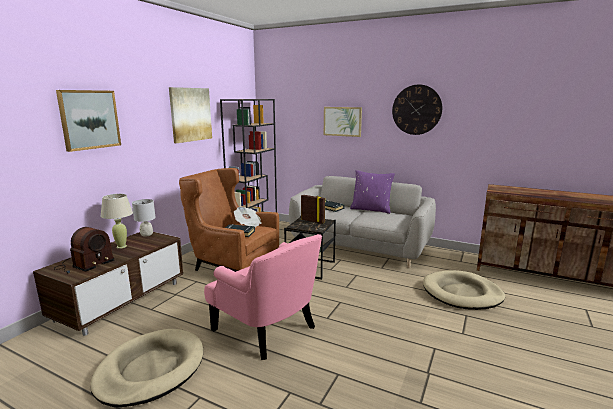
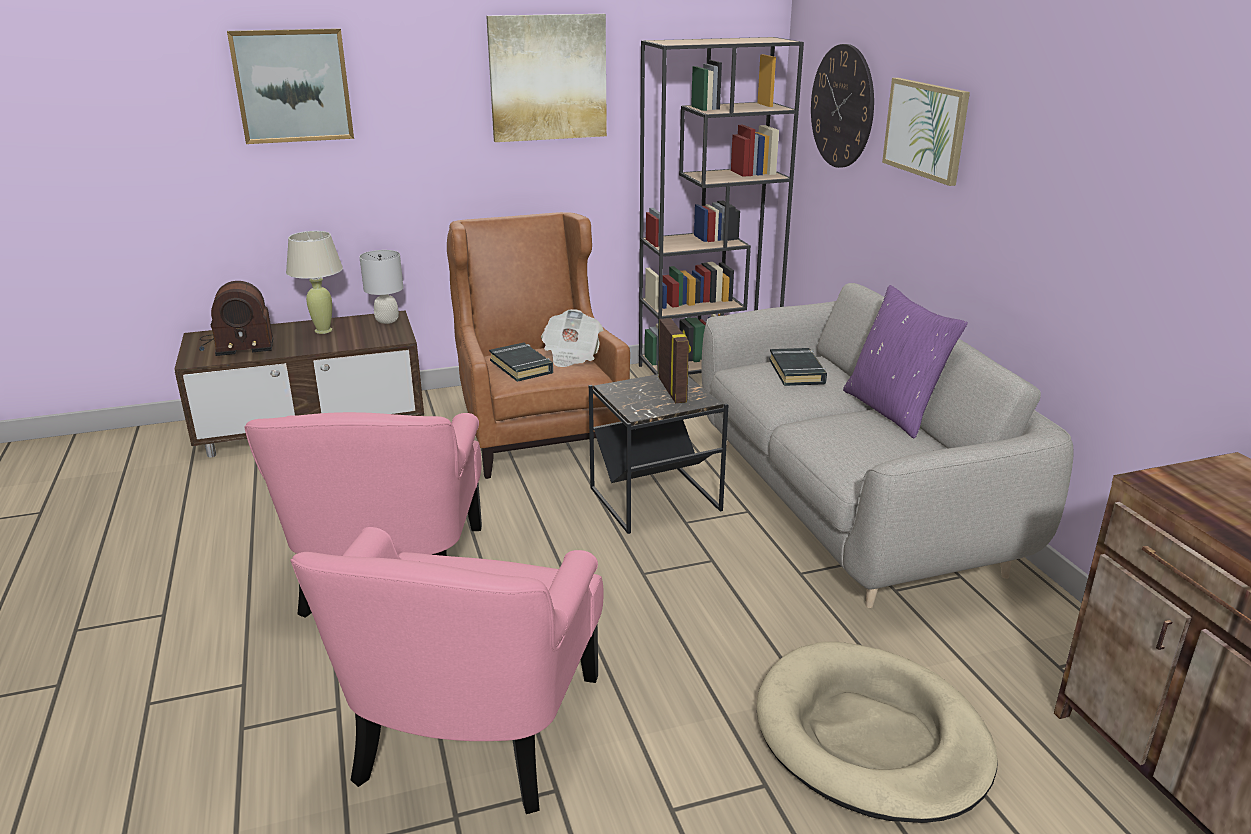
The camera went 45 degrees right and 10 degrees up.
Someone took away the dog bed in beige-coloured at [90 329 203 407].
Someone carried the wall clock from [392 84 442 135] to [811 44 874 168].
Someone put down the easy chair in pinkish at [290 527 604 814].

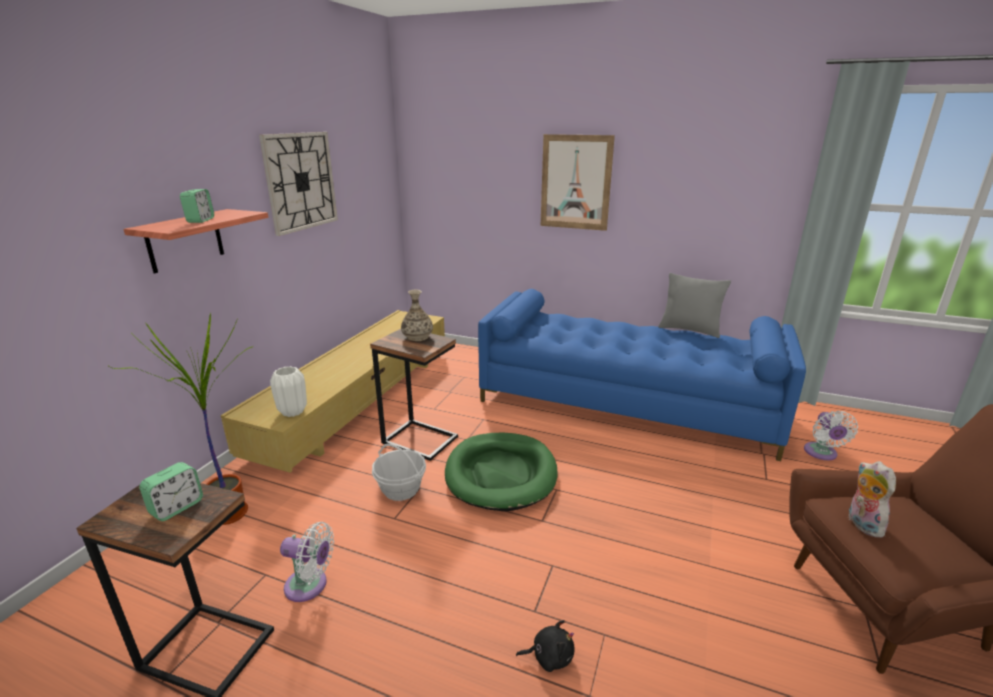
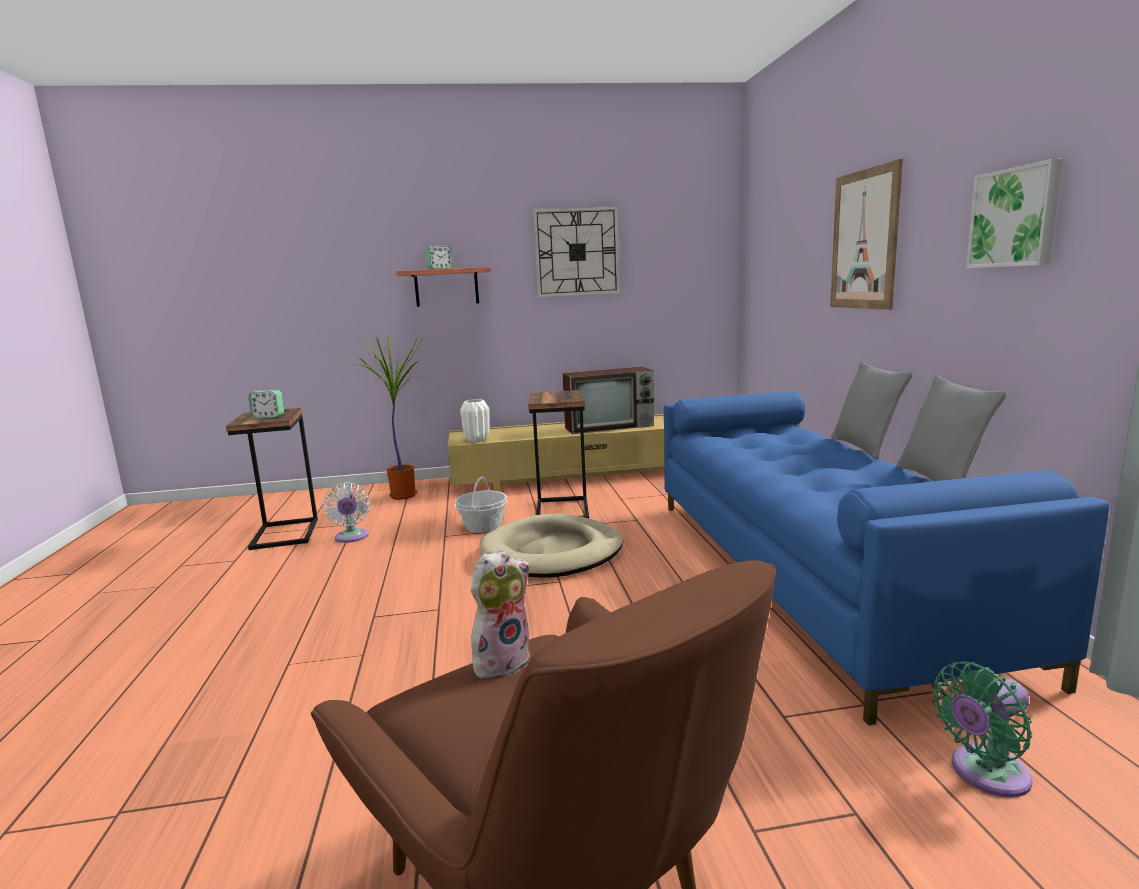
The camera went 60 degrees right and 10 degrees down.
Someone took away the flower vase at [401 290 433 341].
Someone repainted the dog bed in green-coloured at [445 433 558 511], which became the dog bed in beige-coloured at [479 513 623 577].
Someone took away the soft toy in black-coloured at [516 620 575 672].
Someone repainted the cooling fan in whitish at [804 411 858 460], which became the cooling fan in green-coloured at [932 662 1033 798].
Someone put down the television at [562 367 654 434].
Someone put down the throw pillow in gray at [831 362 913 460].
Someone put up the picture at [966 159 1063 268].

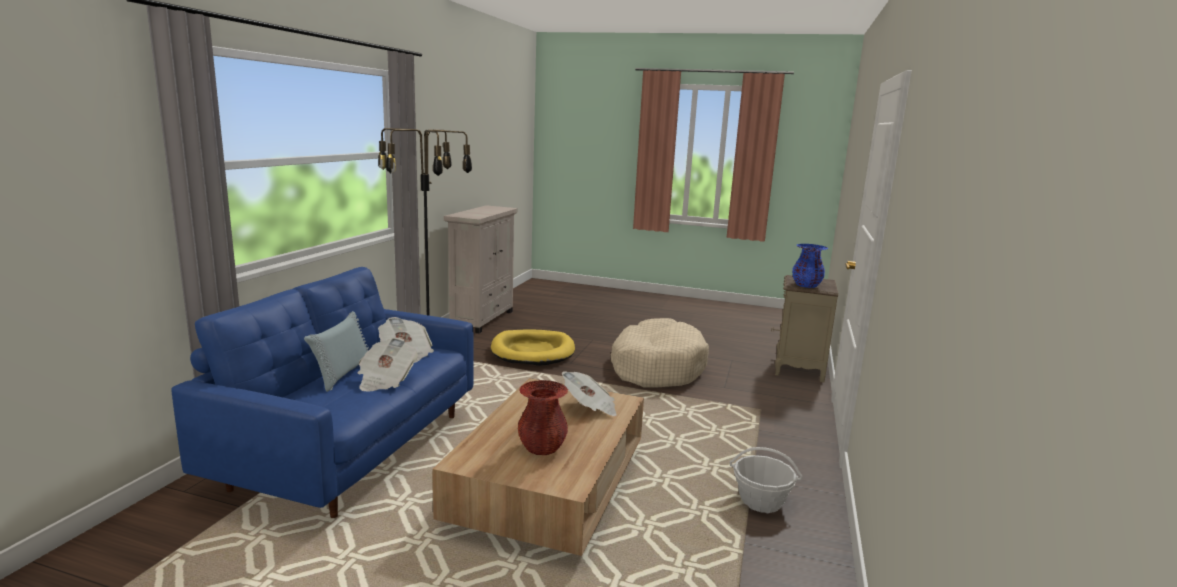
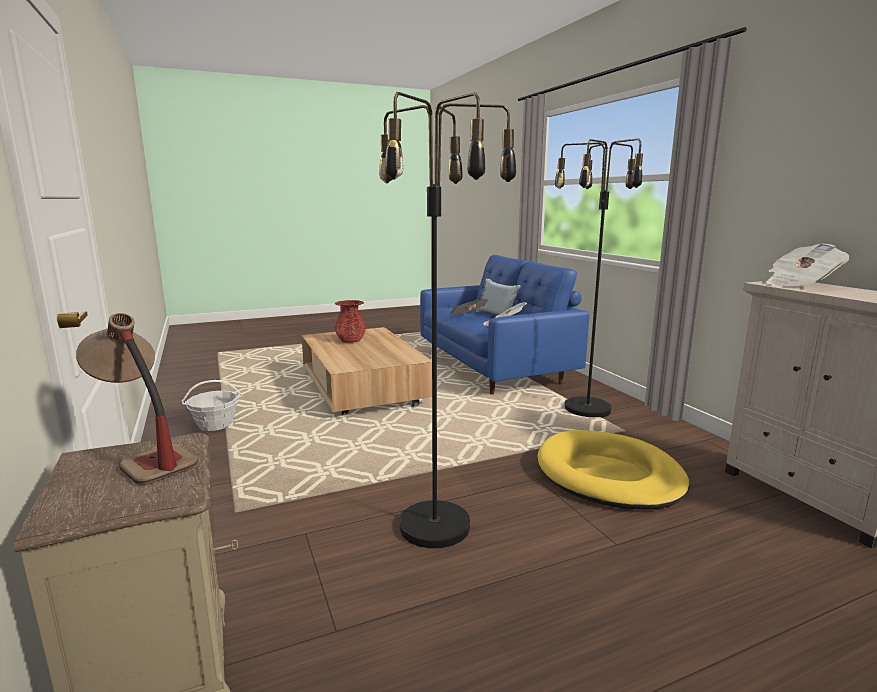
The camera went 140 degrees right and 0 degrees up.
Someone carried the daily paper from [562 371 617 416] to [766 244 849 286].
Someone swapped the dog bed in beige-coloured at [611 318 709 388] for the standing lamp at [379 92 516 548].
Someone swapped the flower vase in blue at [792 244 828 288] for the table lamp at [76 313 198 485].

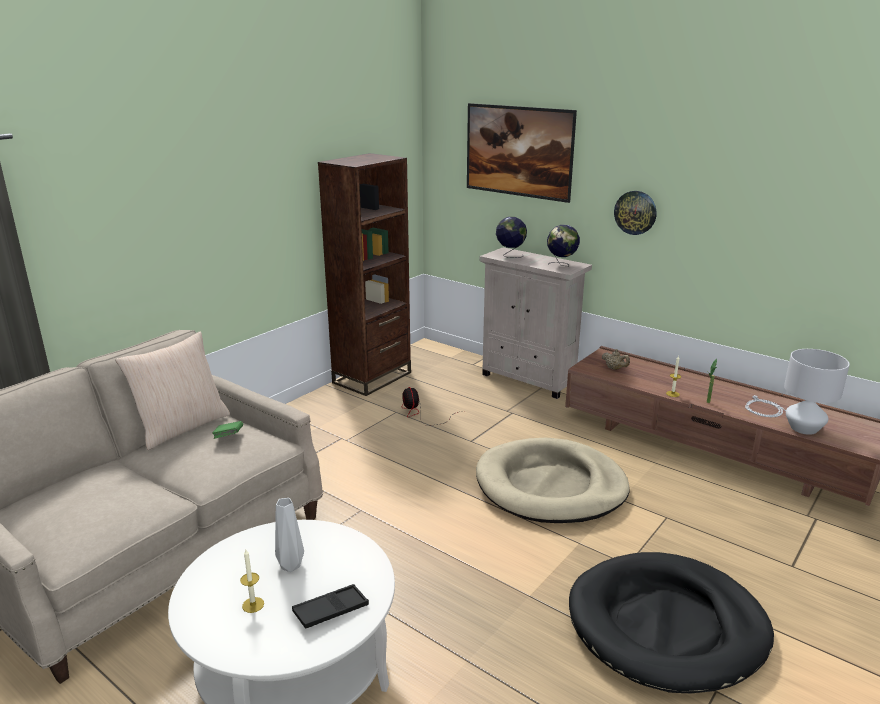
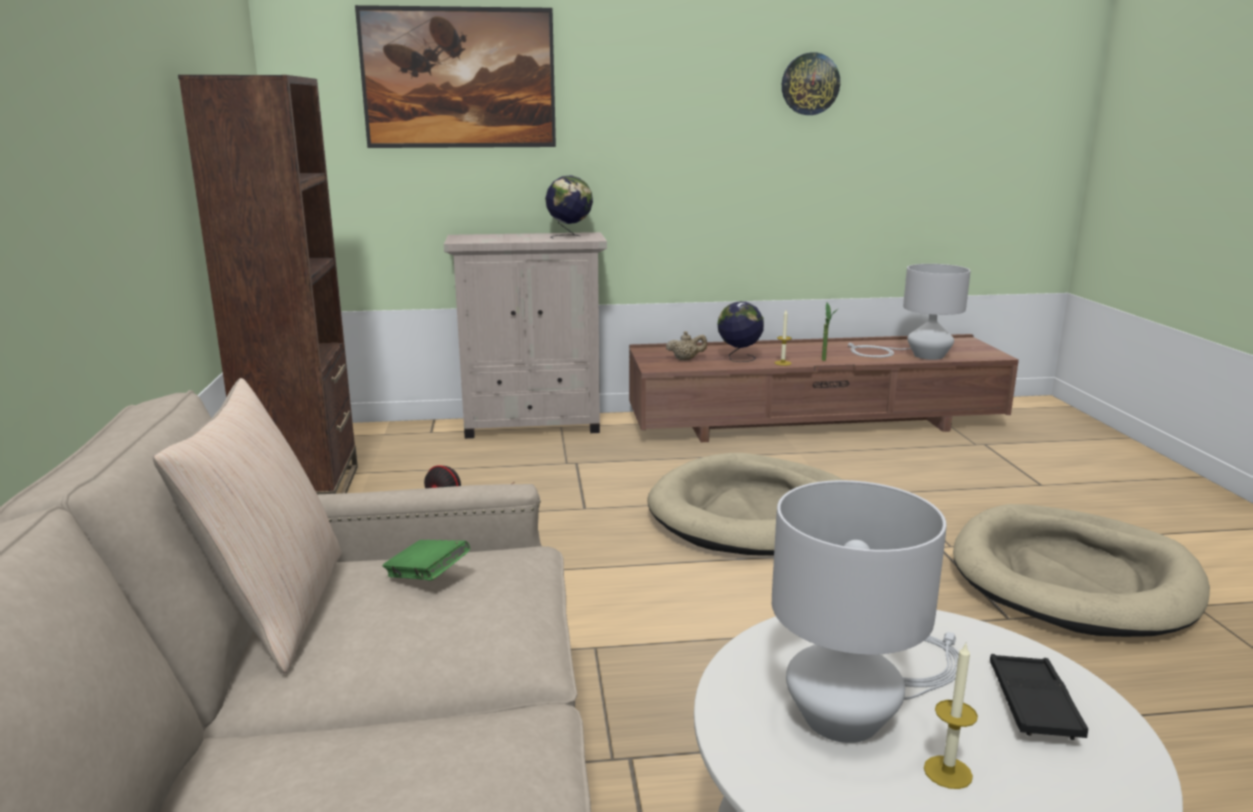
The camera went 45 degrees left and 5 degrees down.
Someone swapped the flower vase in gray at [275 498 304 572] for the table lamp in whitish at [772 480 959 743].
Someone carried the globe from [496 217 527 258] to [718 301 764 362].
Someone repainted the dog bed in black-coloured at [569 552 774 693], which became the dog bed in beige-coloured at [953 504 1210 637].
Someone carried the wall clock from [614 191 657 235] to [782 52 840 115].

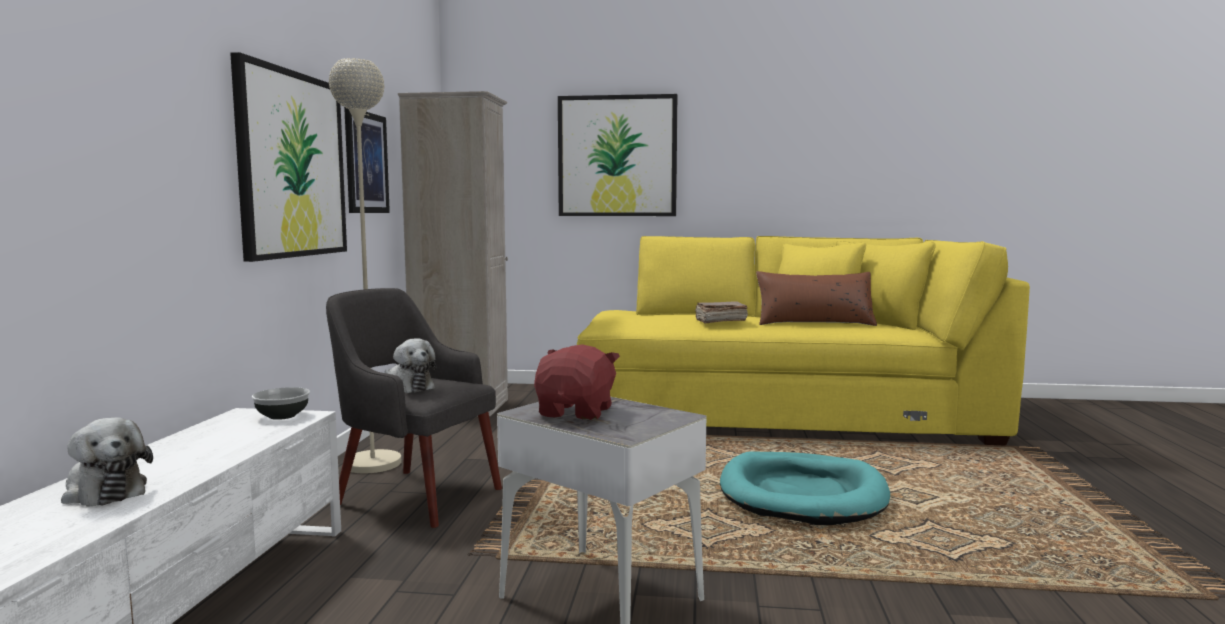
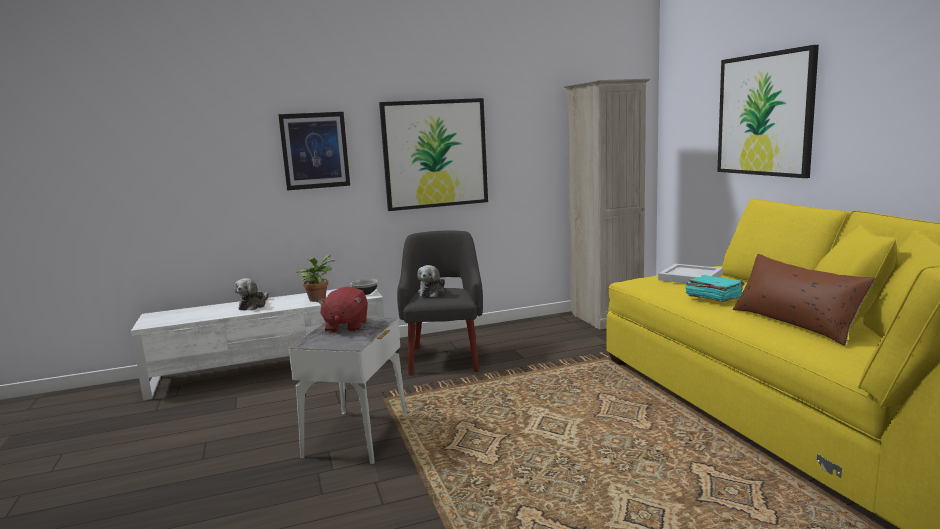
The camera went 65 degrees right and 5 degrees up.
Someone took away the standing lamp in beige-coloured at [329 58 401 473].
Someone carried the picture from [344 107 390 213] to [278 112 350 190].
Someone rotated the soft toy in red-coloured at [534 344 620 420] by 105 degrees clockwise.
Someone repainted the bound book in brownish at [695 301 748 324], which became the bound book in turquoise at [685 275 744 302].
Someone took away the dog bed in turquoise at [720 451 890 525].
Someone put down the houseplant at [296 255 335 302].
Someone put down the serving tray in whitish at [658 264 723 283].

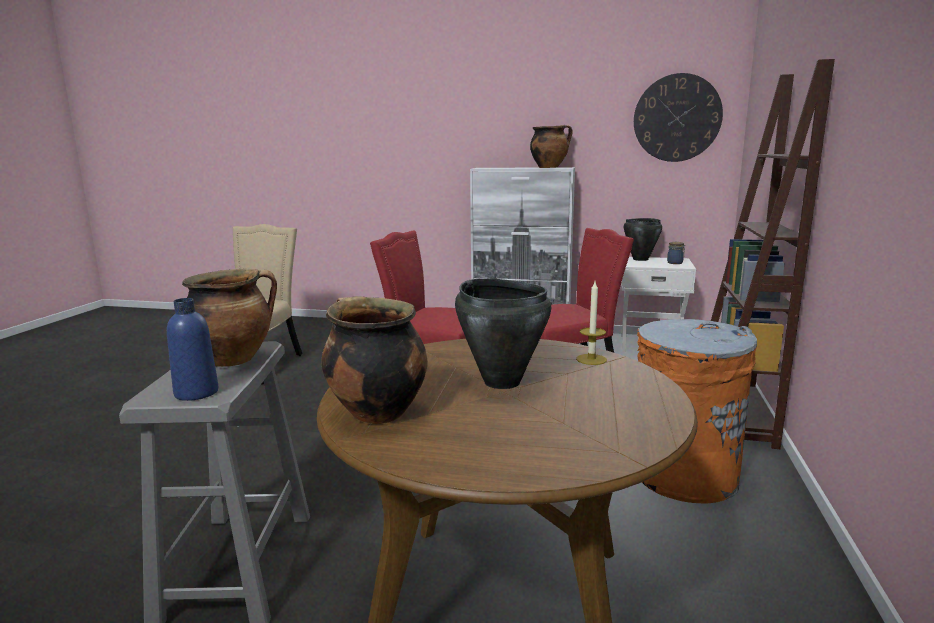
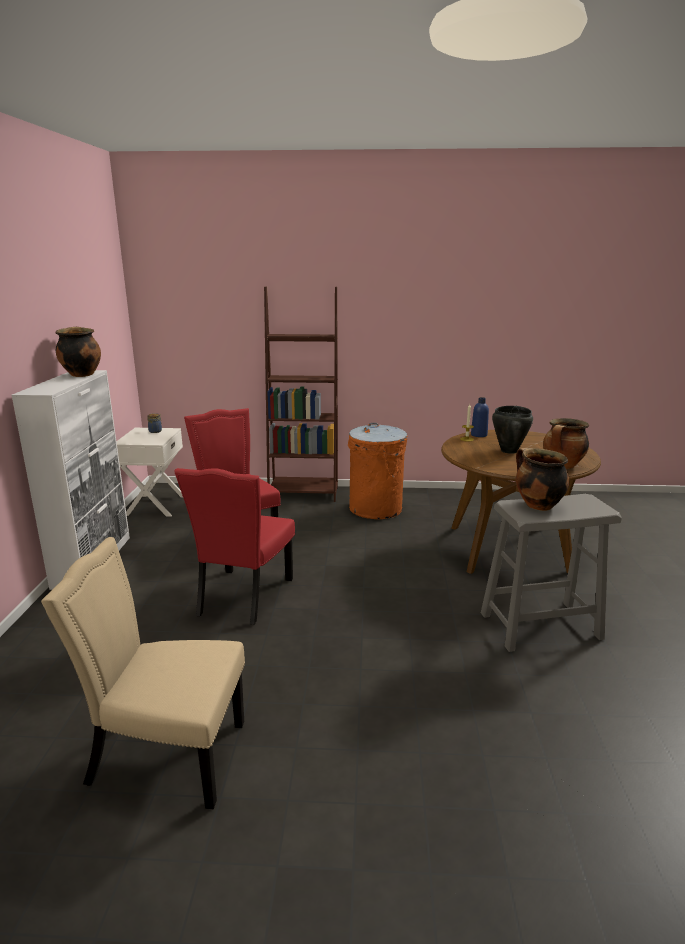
The camera went 100 degrees left and 5 degrees up.
Someone carried the beverage bottle in blue from [167 298 219 401] to [471 397 489 437].
Someone took away the saucepot in black-coloured at [624 218 662 261].
Someone took away the wall clock at [634 73 723 162].

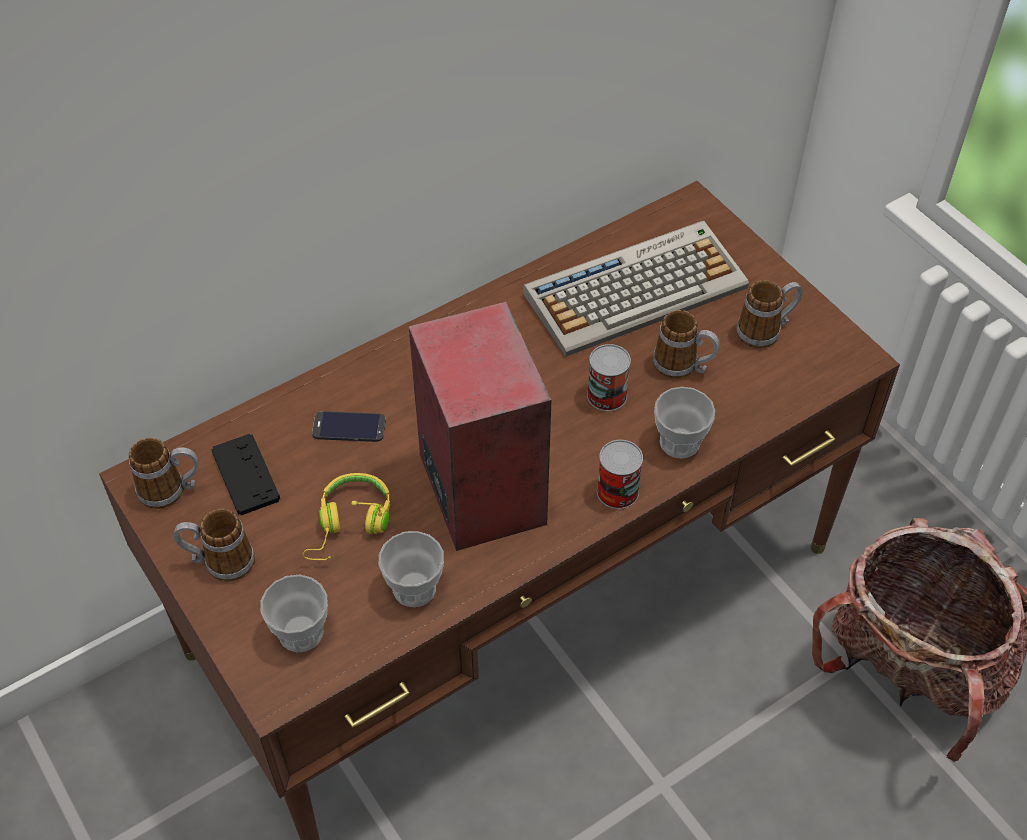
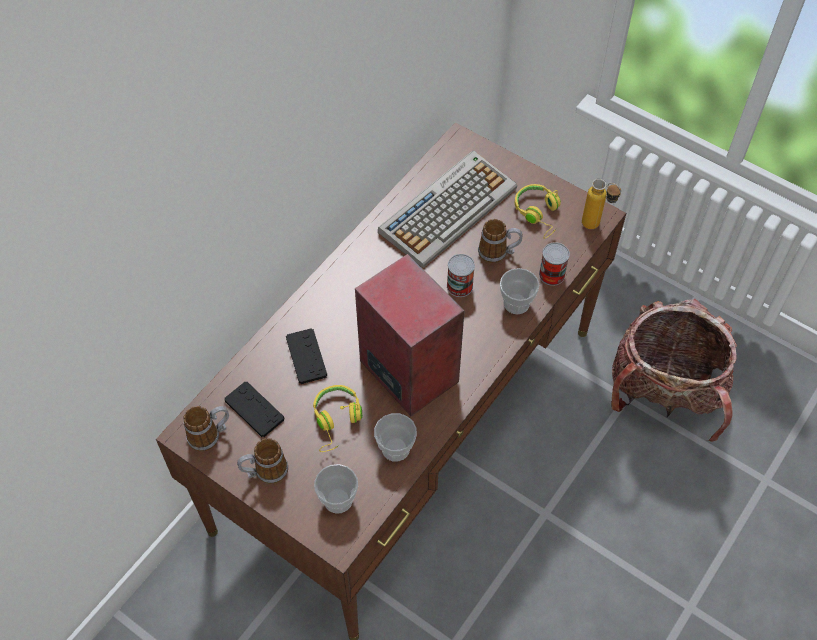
The camera went 20 degrees left and 5 degrees up.
Someone swapped the telephone at [312 411 385 442] for the gamepad in black-coloured at [286 328 327 384].
Someone carried the can from [597 440 643 509] to [539 242 570 286].
Someone swapped the coffee mug at [736 280 803 349] for the headphones in yellowish at [515 184 561 239].
Someone put down the beverage bottle at [582 179 621 229].

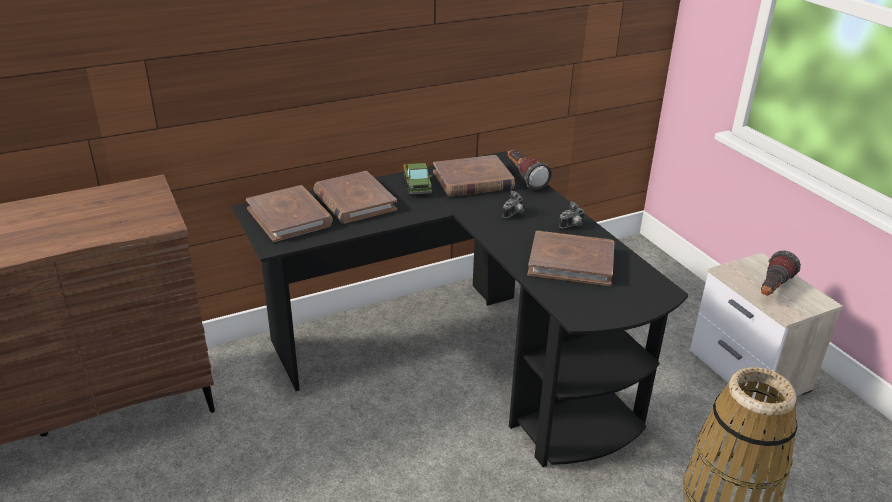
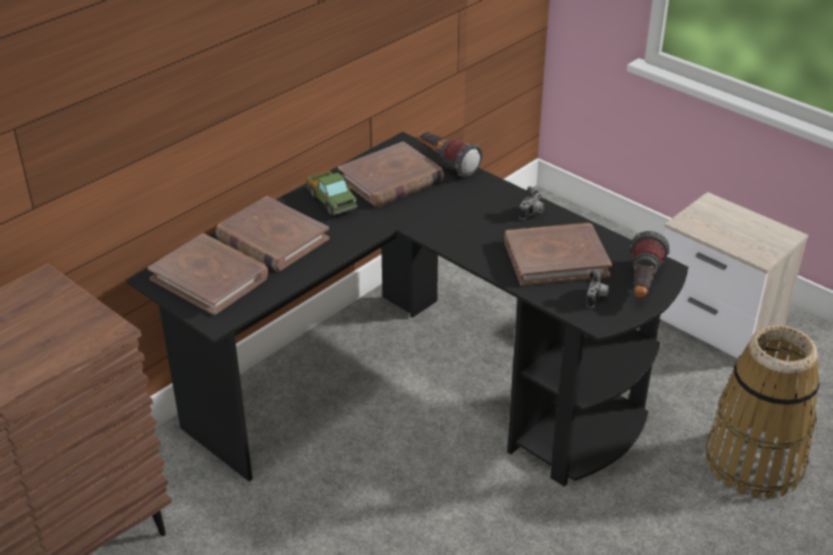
The camera went 20 degrees left and 5 degrees up.
Someone carried the still camera from [503 190 525 218] to [586 270 609 308].
Someone carried the hand torch from [761 251 801 296] to [630 231 670 298].

